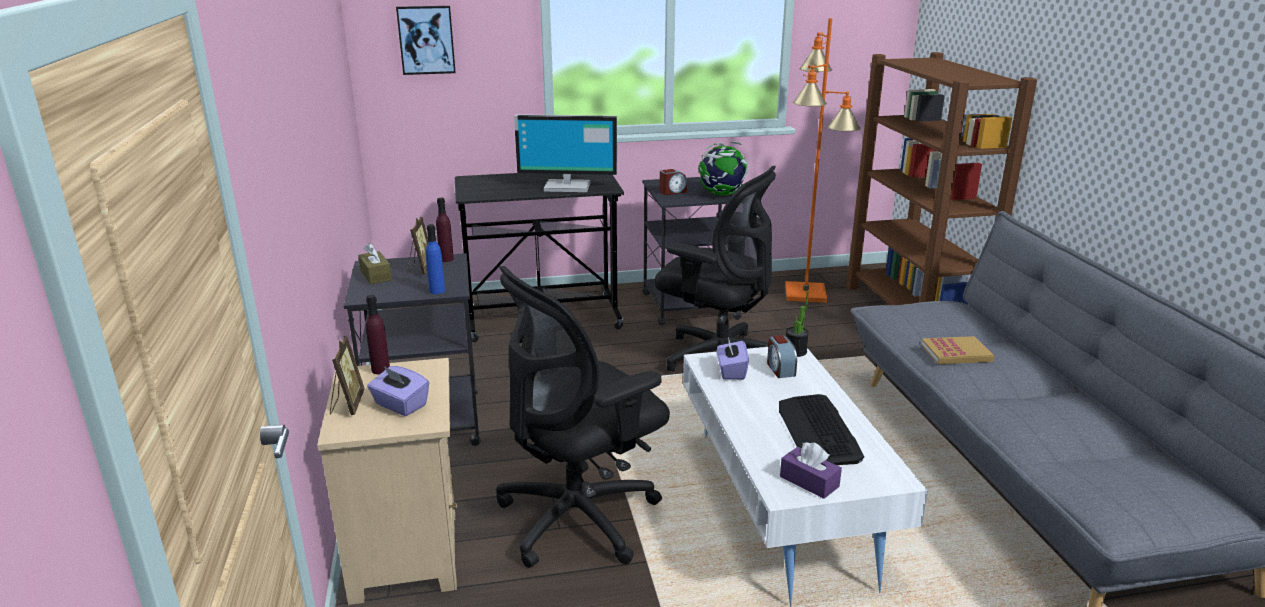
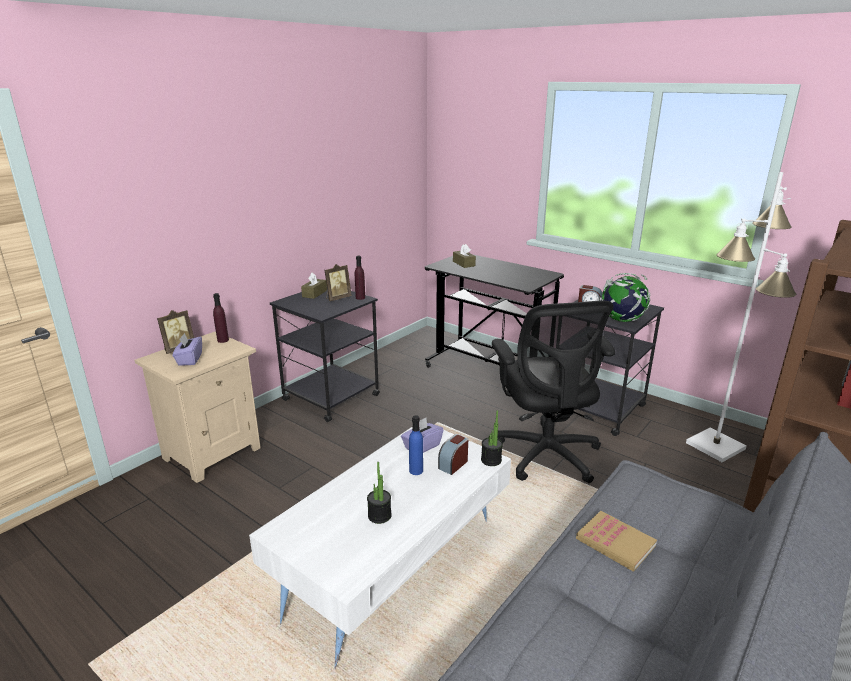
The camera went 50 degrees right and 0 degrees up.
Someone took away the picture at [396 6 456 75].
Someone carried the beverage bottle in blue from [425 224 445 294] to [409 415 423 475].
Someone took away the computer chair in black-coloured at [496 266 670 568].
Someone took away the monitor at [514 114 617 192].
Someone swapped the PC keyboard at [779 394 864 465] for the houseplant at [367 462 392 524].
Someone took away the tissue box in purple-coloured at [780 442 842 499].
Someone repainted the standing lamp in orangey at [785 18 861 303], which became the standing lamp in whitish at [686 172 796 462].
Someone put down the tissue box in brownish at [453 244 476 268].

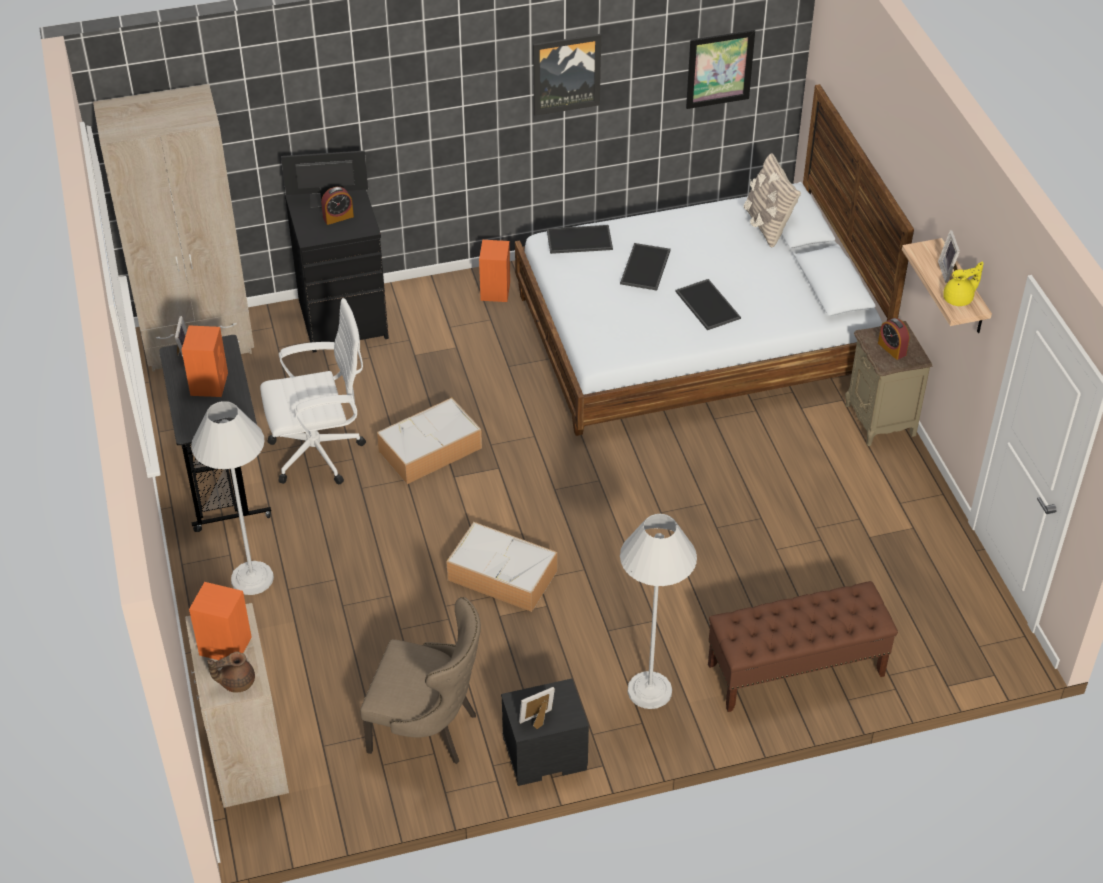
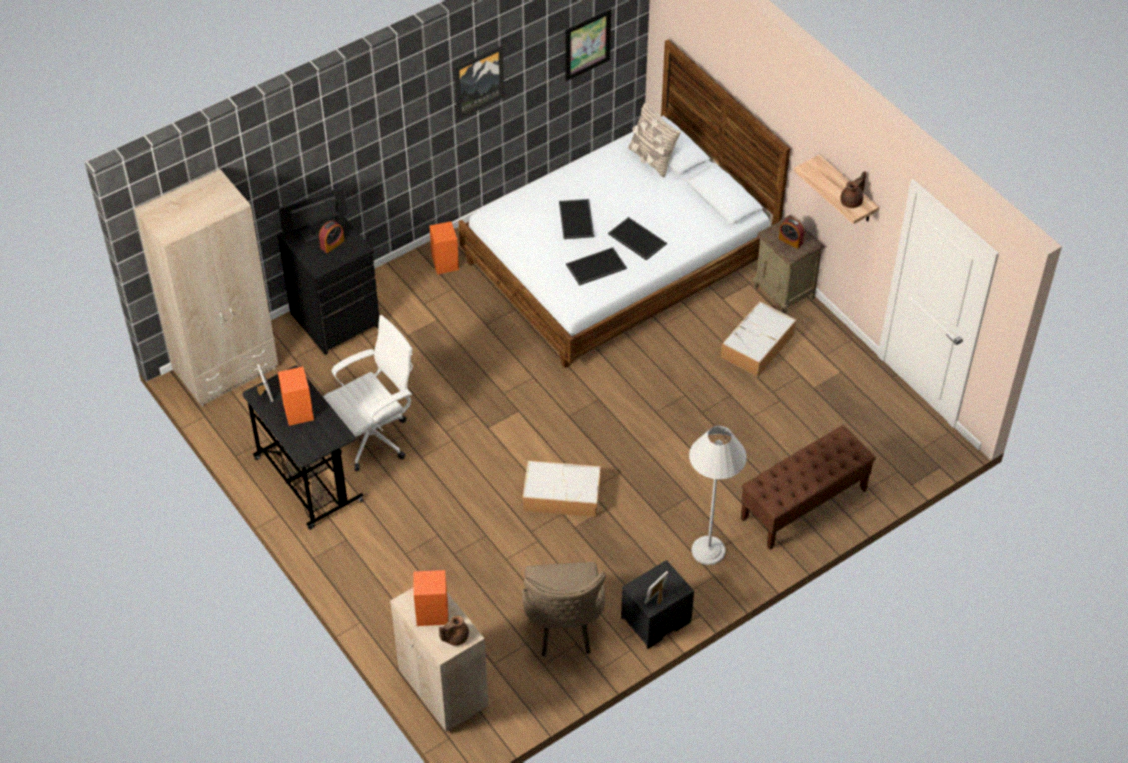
The camera went 20 degrees left and 5 degrees up.
Someone took away the standing lamp in whitish at [191 401 274 595].
Someone rotated the plain chair in beige-coloured at [360 597 481 764] by 90 degrees clockwise.
Someone carried the storage container from [377 398 482 484] to [721 301 796 377].
Someone carried the serving tray from [547 225 613 254] to [566 247 627 286].
Someone took away the standing frame at [938 230 960 283].
Someone repainted the teapot in yellowish at [943 261 984 306], which became the teapot in brownish at [840 171 866 208].

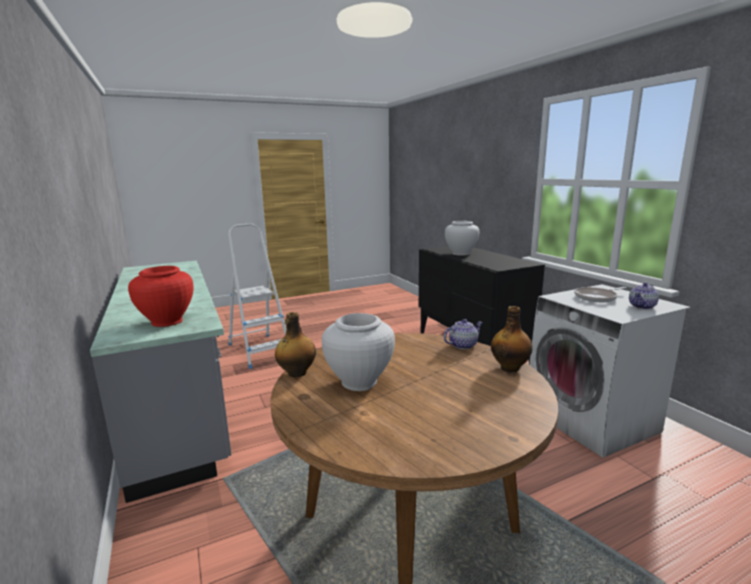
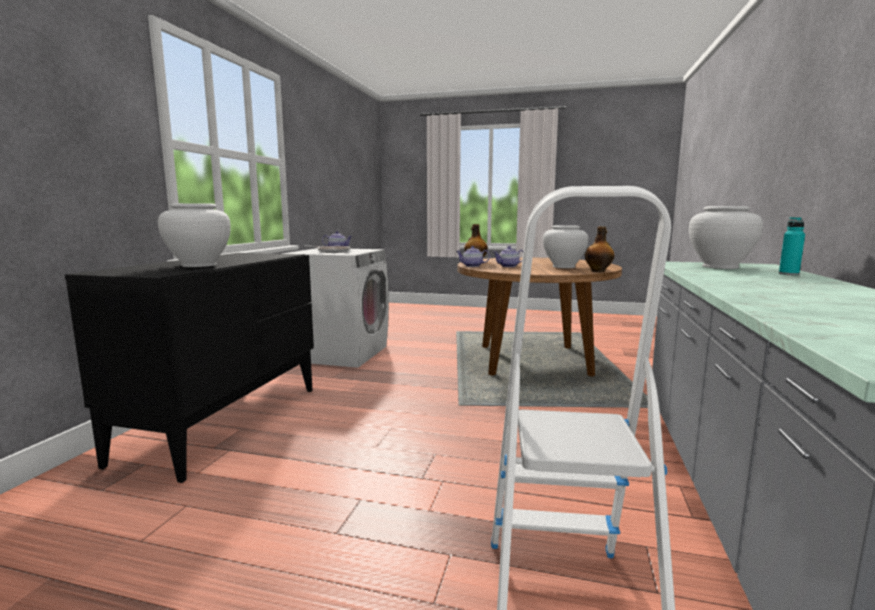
The camera went 140 degrees left and 5 degrees down.
Someone repainted the flower vase in red-coloured at [128 266 193 327], which became the flower vase in whitish at [689 206 763 269].
Someone put down the teapot at [494 246 524 267].
Someone put down the beverage bottle in turquoise at [779 217 805 275].

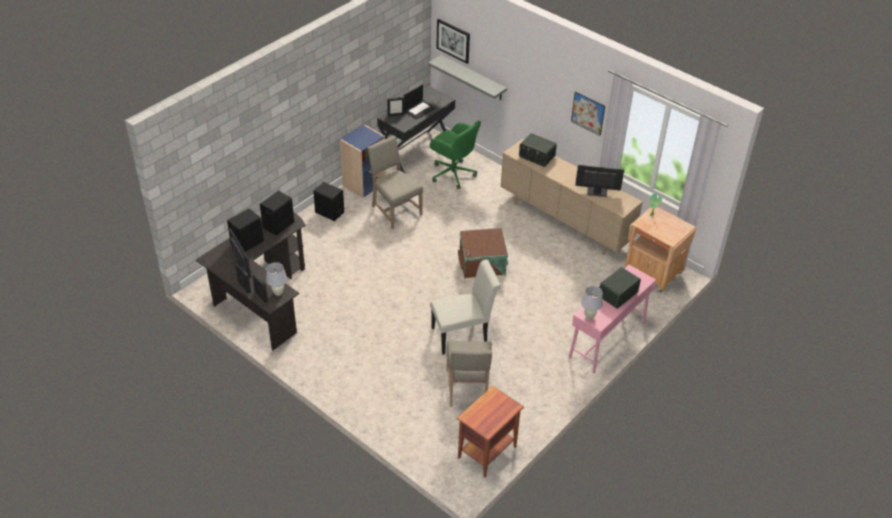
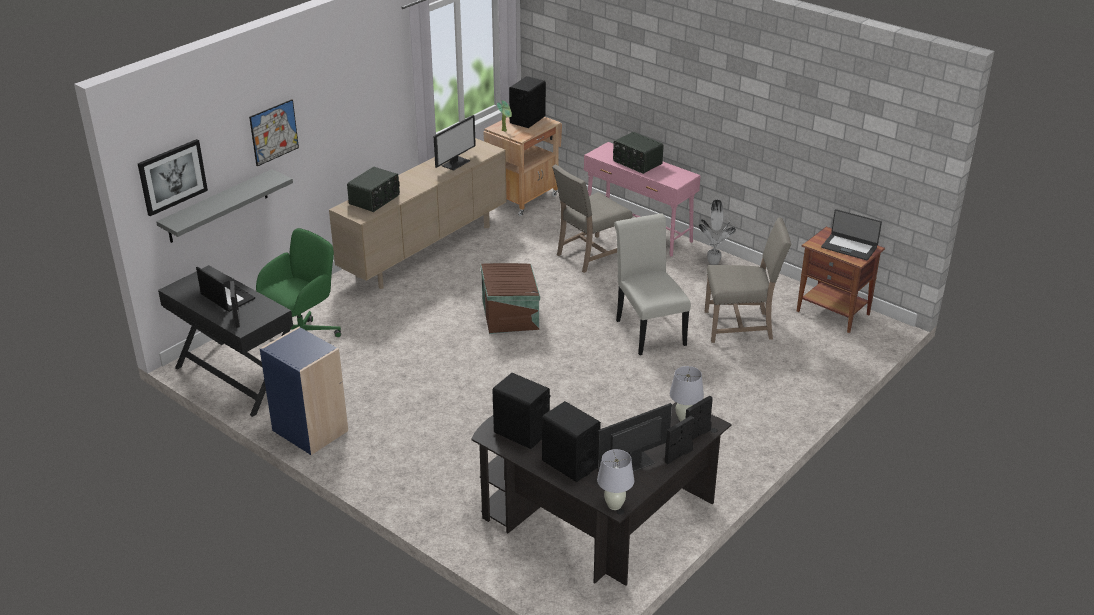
The camera went 90 degrees left and 10 degrees down.
Someone carried the speaker in black-coloured from [313 182 344 221] to [509 76 546 128].
Someone carried the plain chair in beige-coloured from [367 136 423 229] to [552 164 632 273].
Someone carried the picture from [571 92 605 136] to [249 99 299 166].
Someone rotated the monitor at [575 165 624 197] by 150 degrees counterclockwise.
Someone carried the table lamp in whitish from [581 286 603 320] to [597 449 634 510].
Someone put down the houseplant at [698 199 736 265].
Someone put down the laptop at [821 209 882 261].

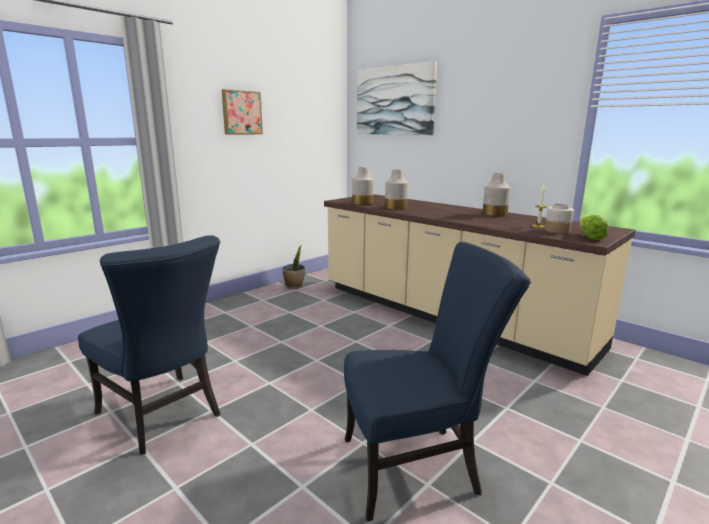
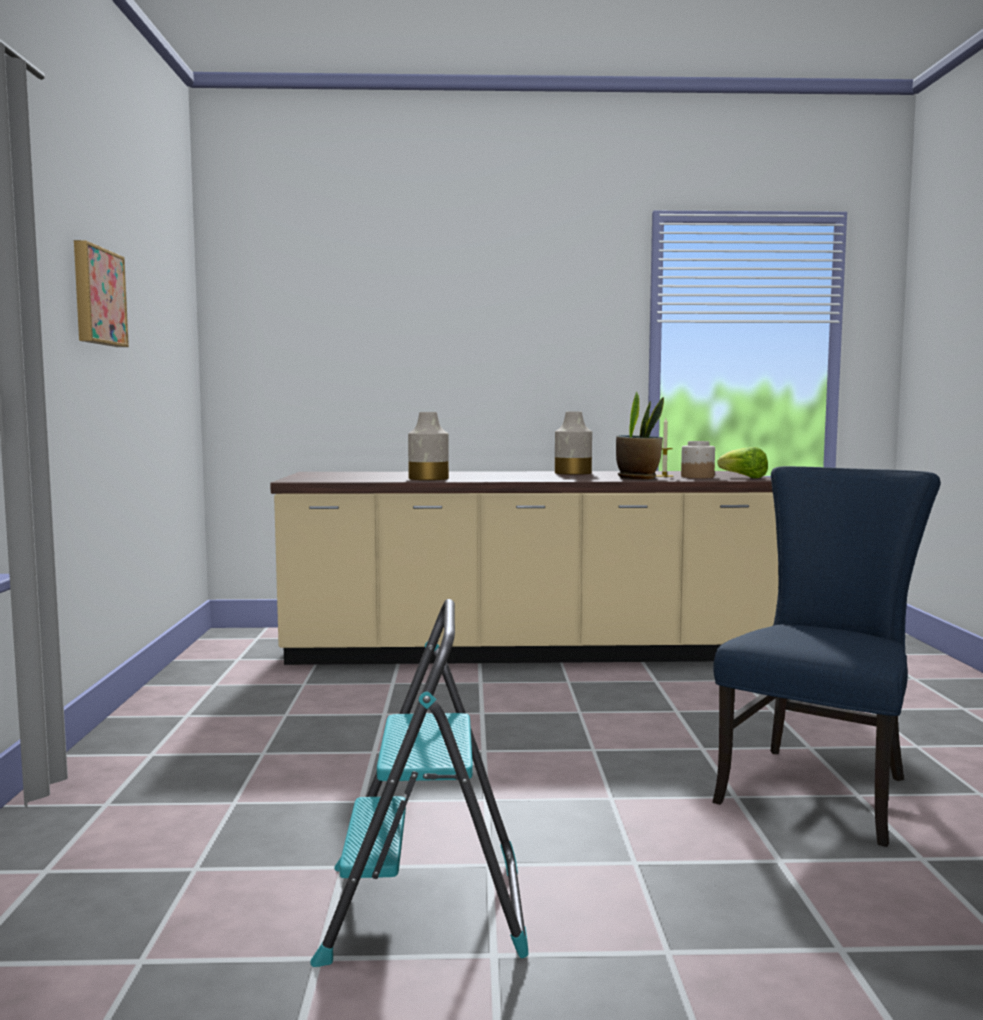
The camera went 45 degrees left and 10 degrees down.
Someone swapped the plain chair in blue at [78 235 220 455] for the stepladder in turquoise at [310 599 528 967].
Someone carried the houseplant from [282 245 305 289] to [616 391 664 479].
Someone took away the flower vase in beige-coloured at [352 167 374 205].
Someone took away the picture at [357 61 437 135].

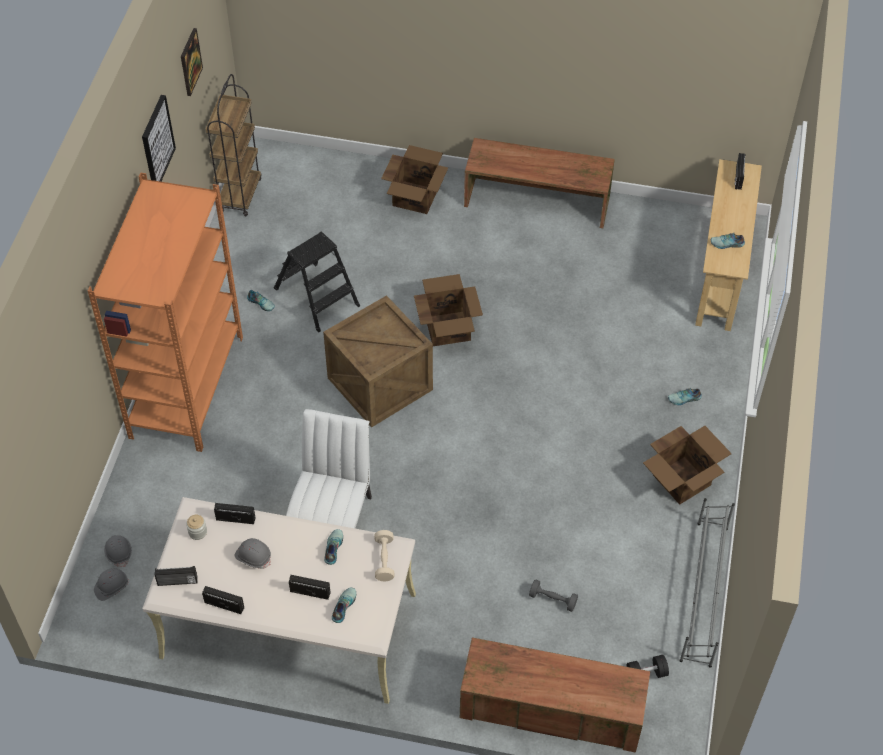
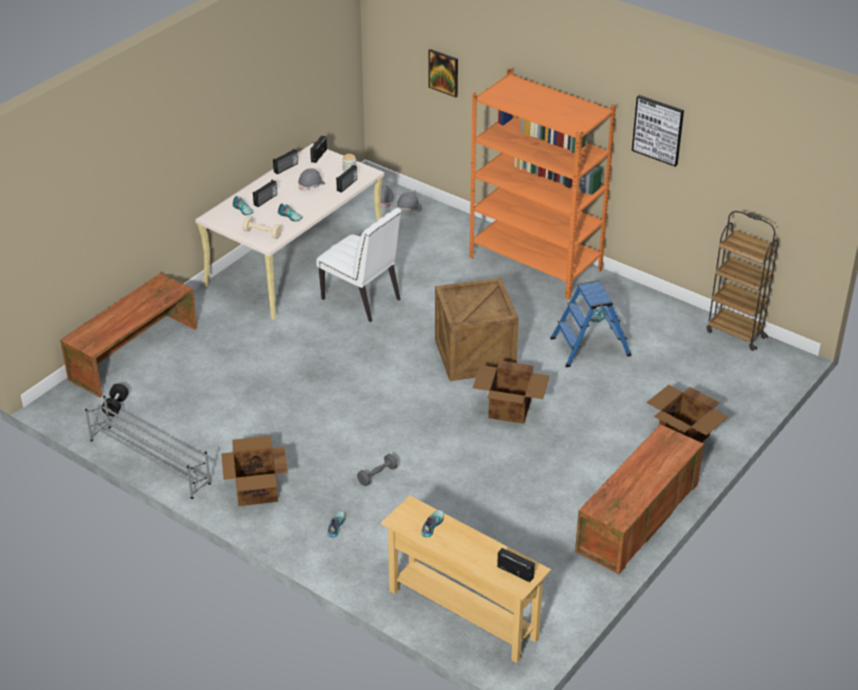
The camera went 115 degrees right and 15 degrees down.
Someone carried the picture from [181 28 203 96] to [429 49 458 97].
Someone repainted the stepladder in black-coloured at [274 231 360 332], which became the stepladder in blue at [550 280 632 368].
Someone carried the hand weight in gray from [529 580 578 612] to [357 454 398 486].

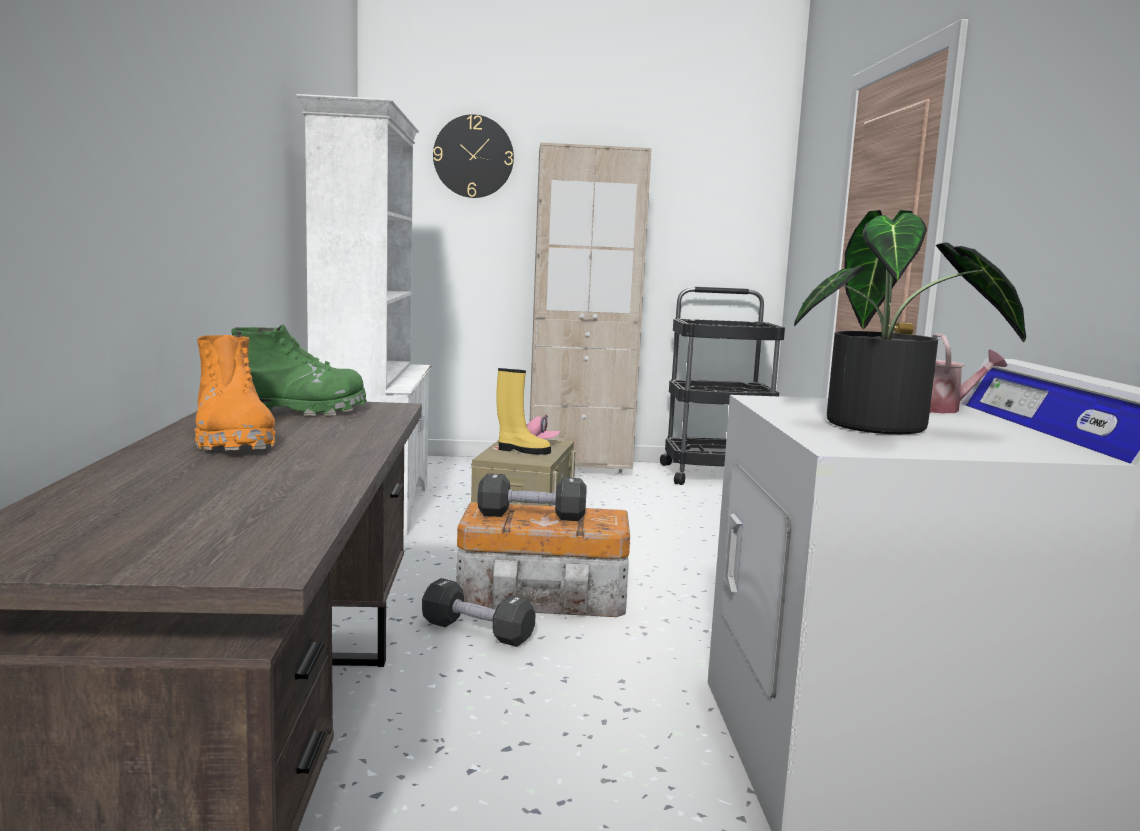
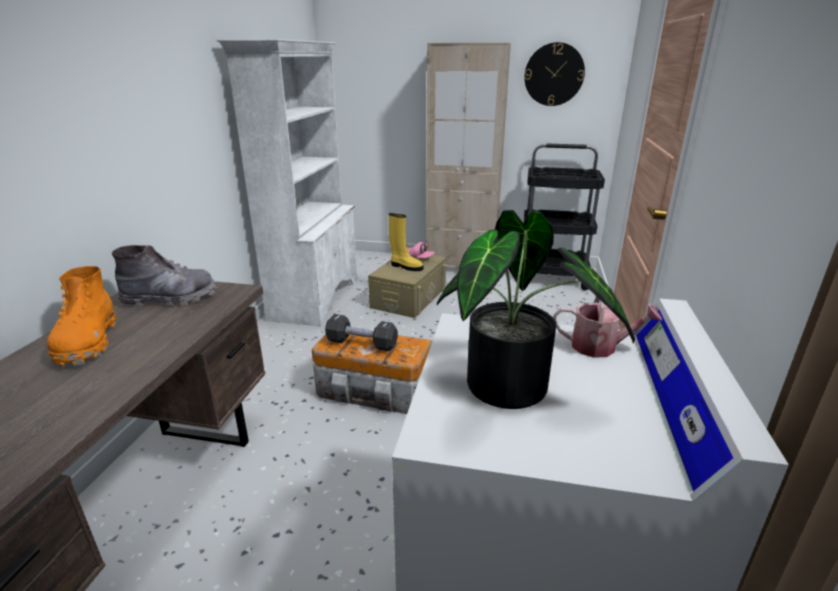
The camera went 15 degrees right and 15 degrees up.
Someone repainted the tall boot in green-coloured at [231 325 367 416], which became the tall boot in gray at [112 245 217 307].
Someone took away the hand weight in black-coloured at [422 578 535 647].
Someone carried the wall clock from [433 114 514 198] to [524 42 585 106].

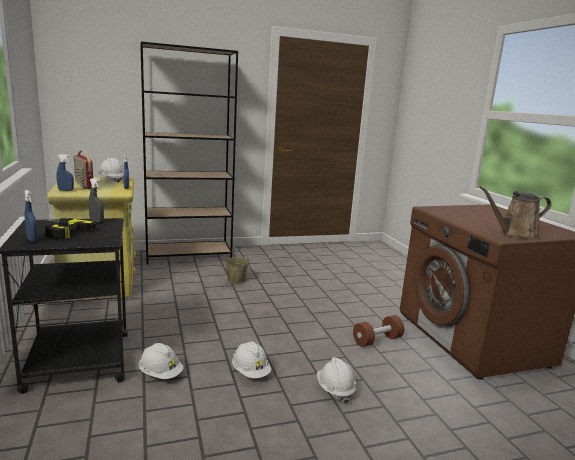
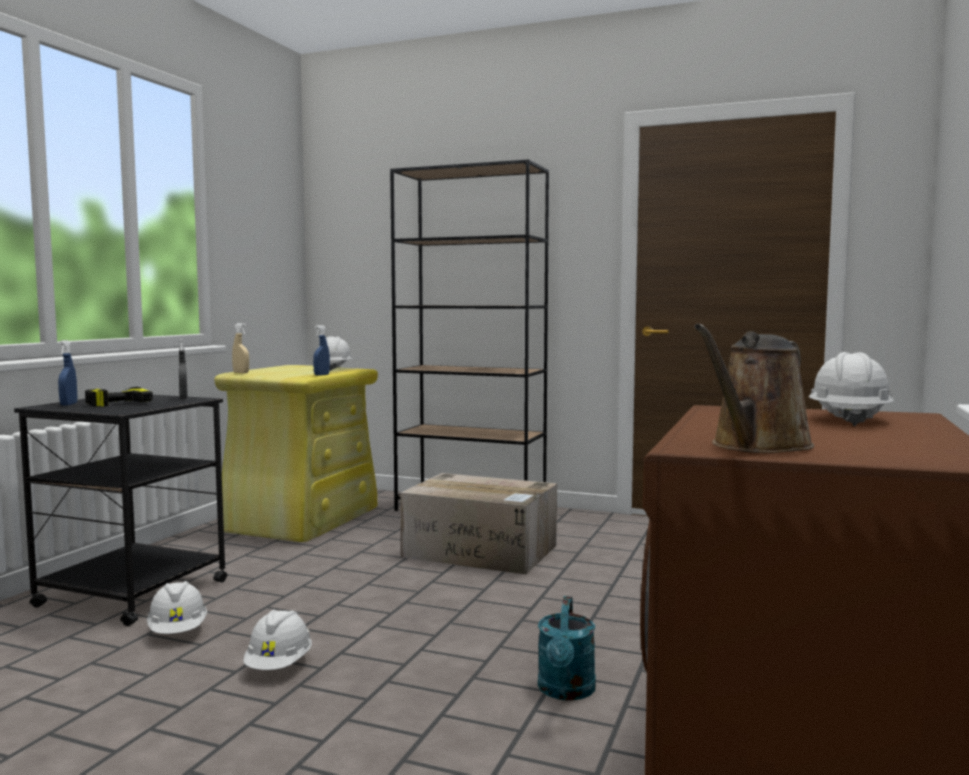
The camera went 40 degrees right and 10 degrees down.
Someone repainted the spray bottle in blue at [56 154 74 191], which became the spray bottle in beige-coloured at [232 323 249 373].
Someone took away the radio set at [73 150 93 189].
Someone swapped the bucket in beige-coloured at [225 247 249 284] for the carton at [400 473 557 575].
Someone carried the hard hat in whitish from [317 357 356 403] to [809 352 894 426].
Someone swapped the hand weight in brownish at [353 315 404 347] for the watering pot in turquoise at [538 596 596 701].
Someone rotated the watering pot in brownish at [479 186 552 239] by 75 degrees counterclockwise.

